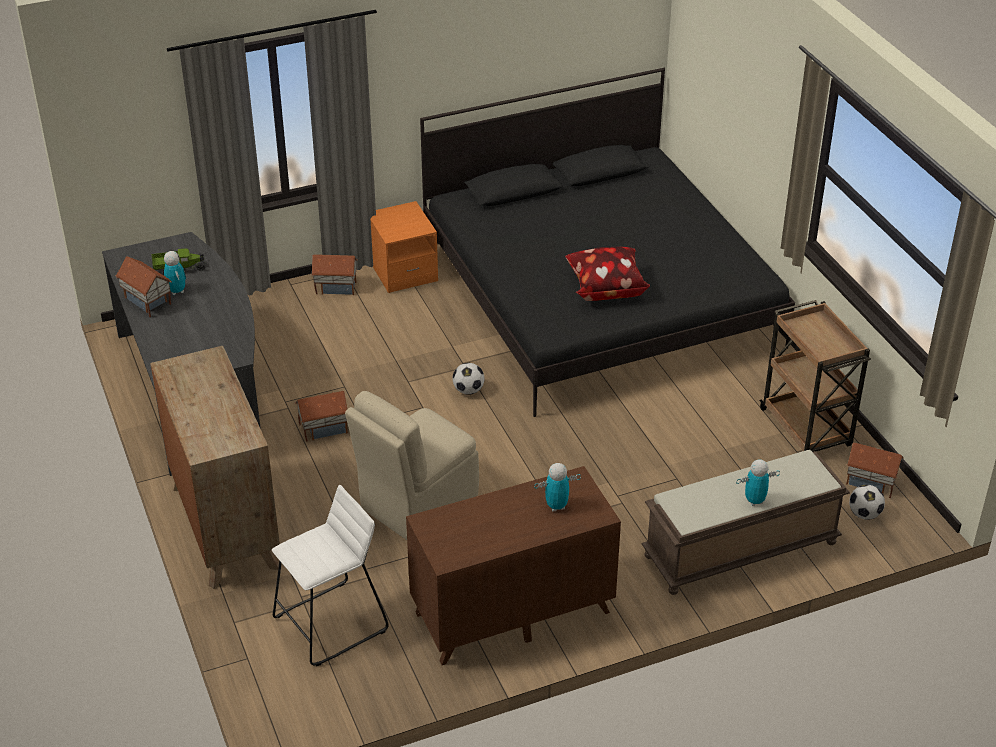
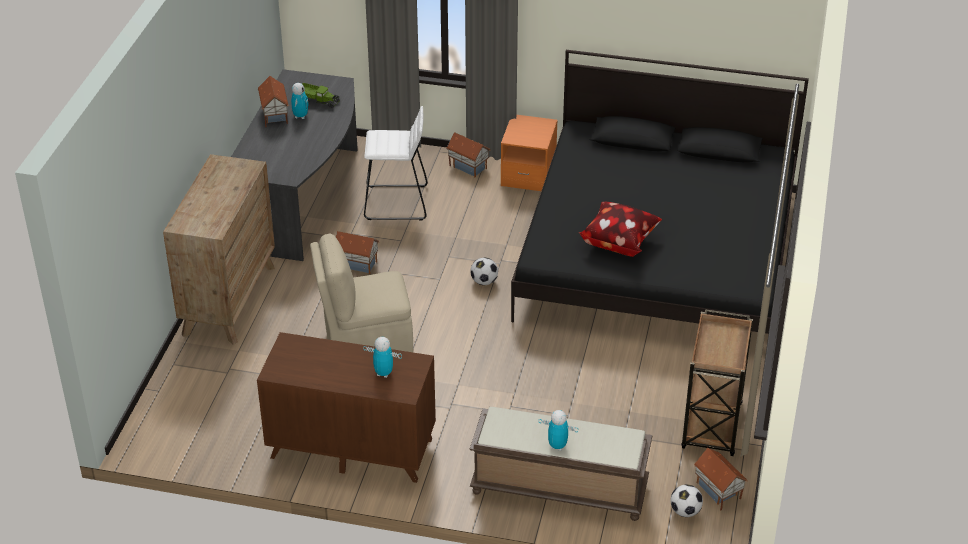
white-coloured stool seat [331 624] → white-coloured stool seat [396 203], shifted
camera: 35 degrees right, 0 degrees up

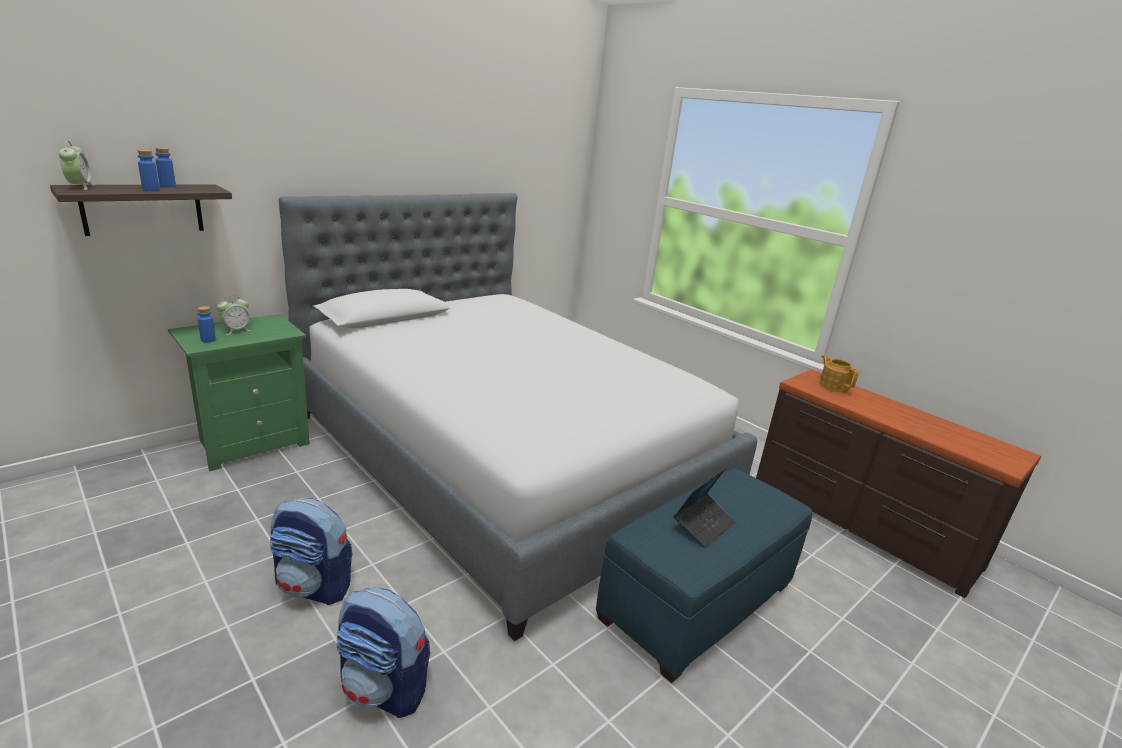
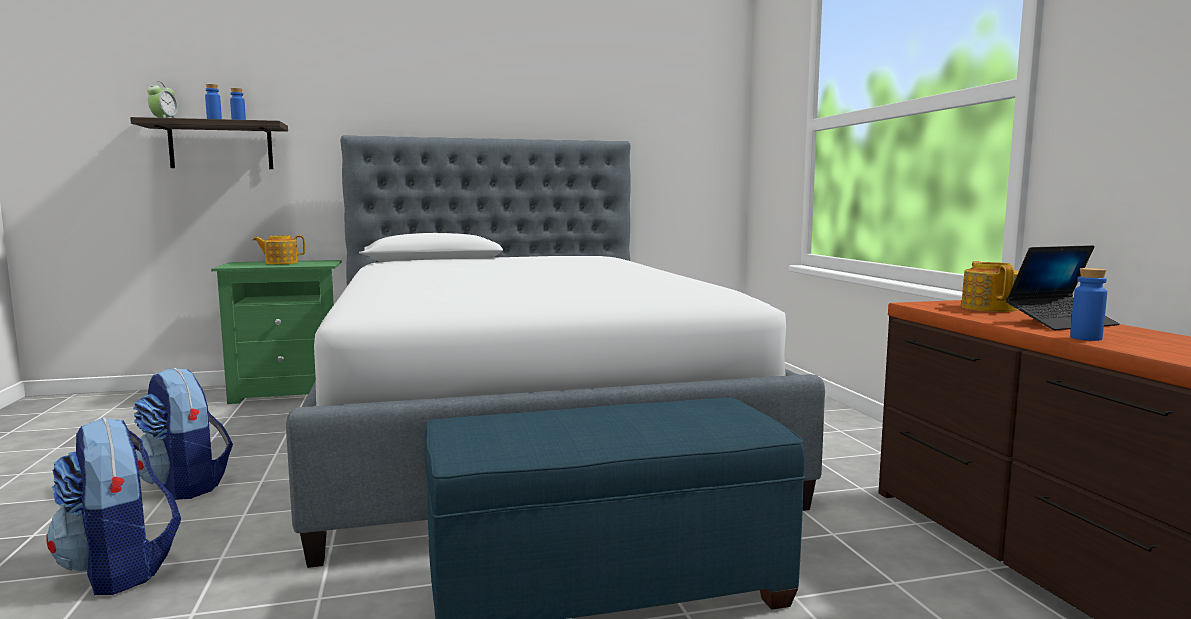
blue-coloured beverage bottle [208 340] → blue-coloured beverage bottle [1085 338], shifted
alarm clock [236 330] → pot for tea [280 263]
laptop [703 525] → laptop [1061 323], shifted
camera: 30 degrees right, 15 degrees down

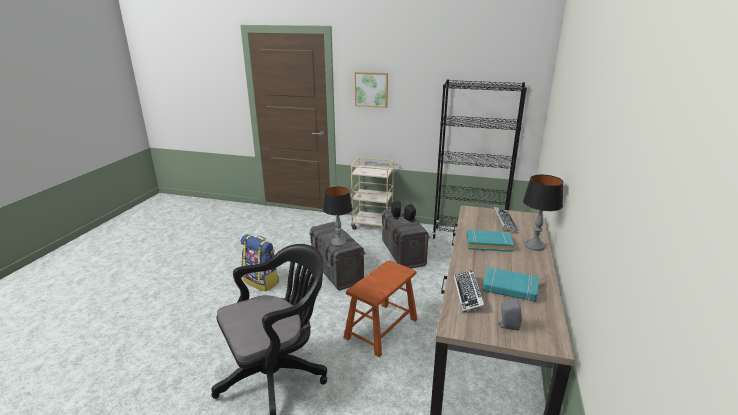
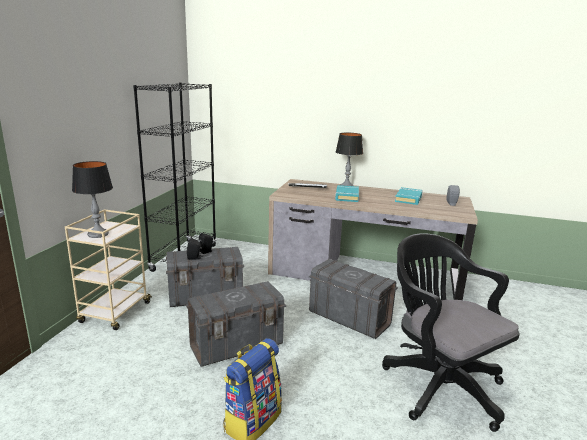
tabletop lamp [338 242] → tabletop lamp [98 234], shifted
brown stool seat [381 328] → greyish storage container [349 318]
wall picture [371 89] → -
PC keyboard [468 294] → -
camera: 90 degrees left, 5 degrees down

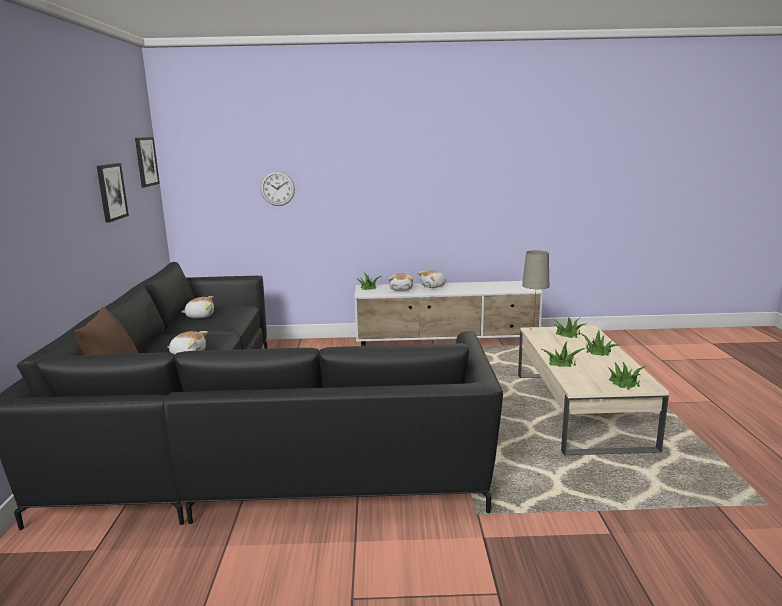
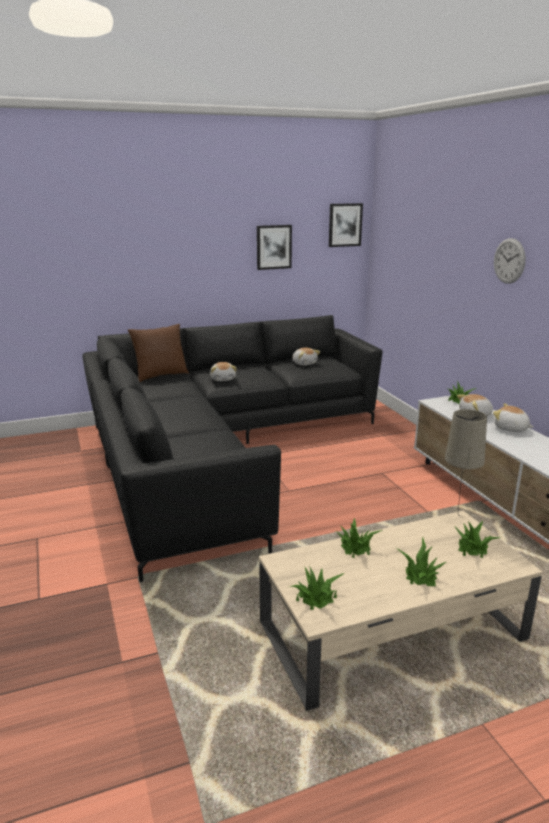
clock on the wall [277 188] → clock on the wall [509 261], shifted
camera: 70 degrees right, 5 degrees up

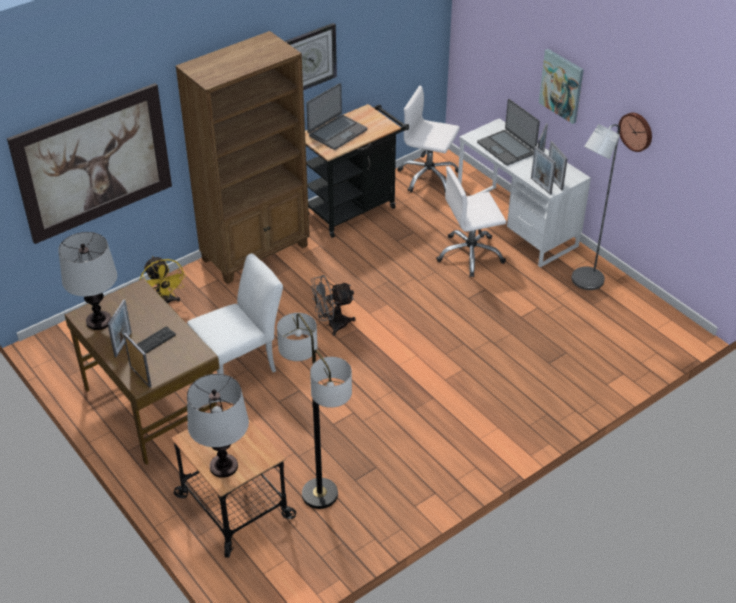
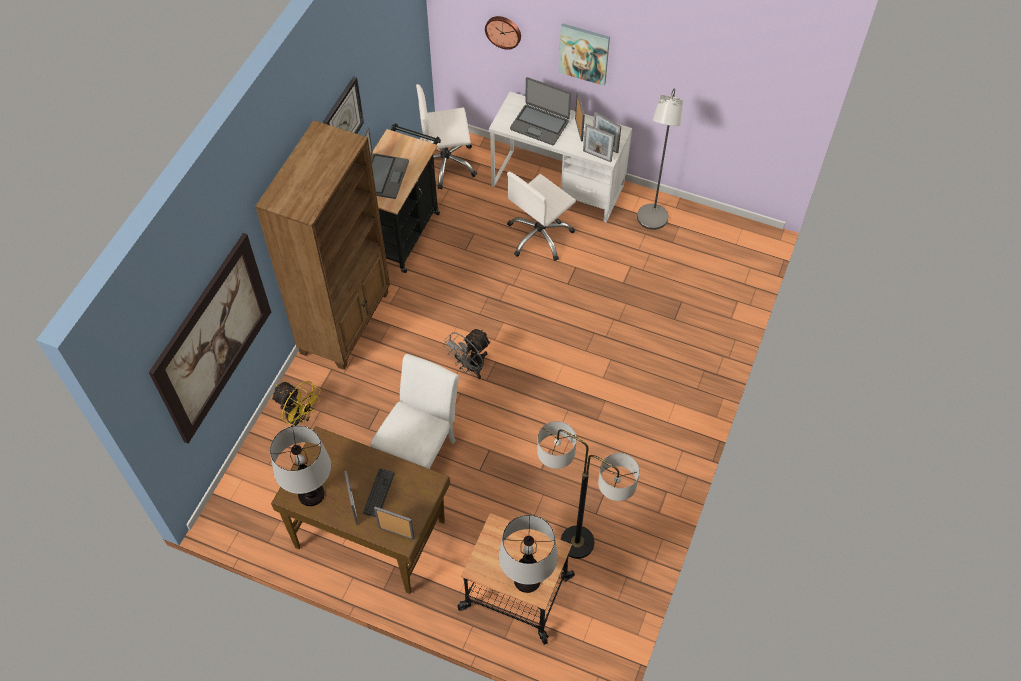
clock on the wall [636 131] → clock on the wall [503 31], shifted
camera: 30 degrees left, 15 degrees up

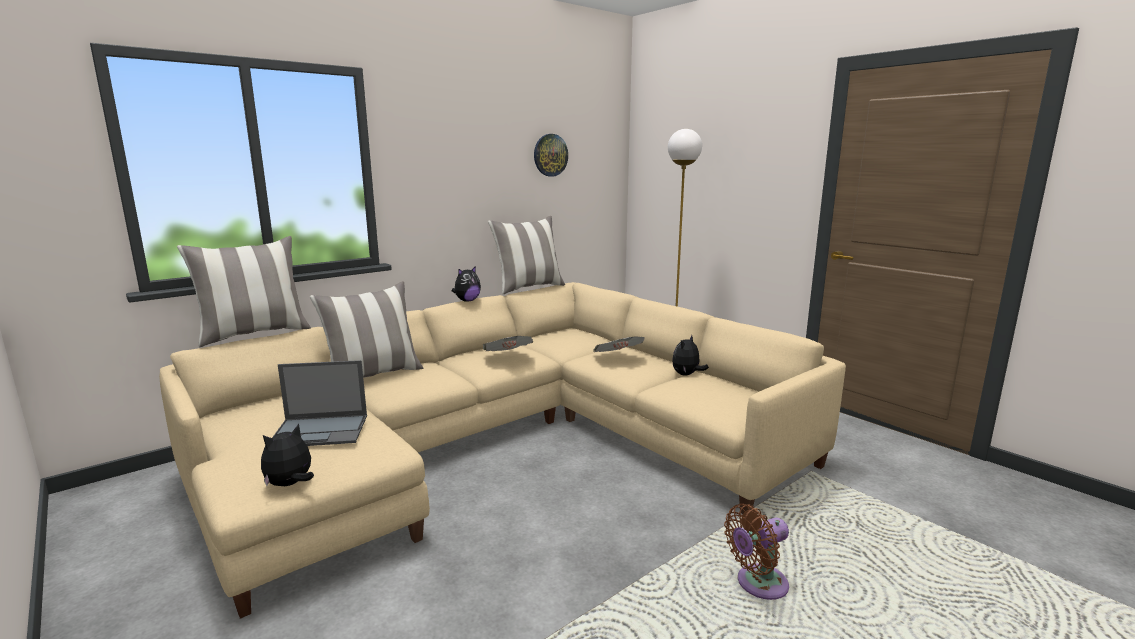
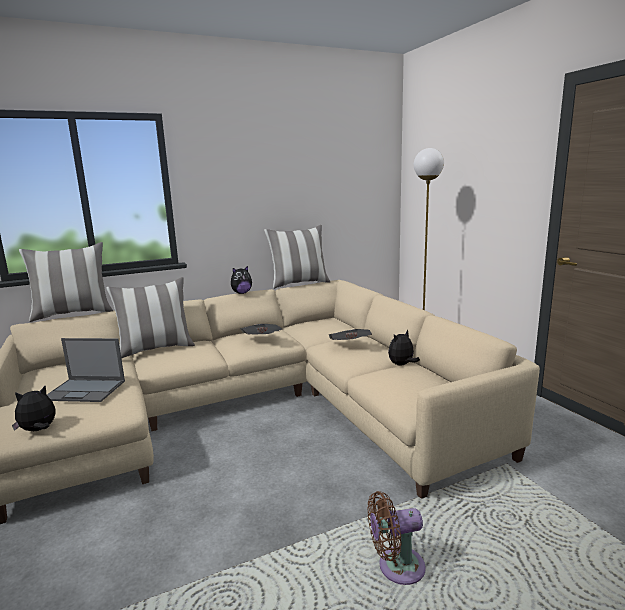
clock on the wall [550 155] → -
camera: 15 degrees right, 0 degrees up

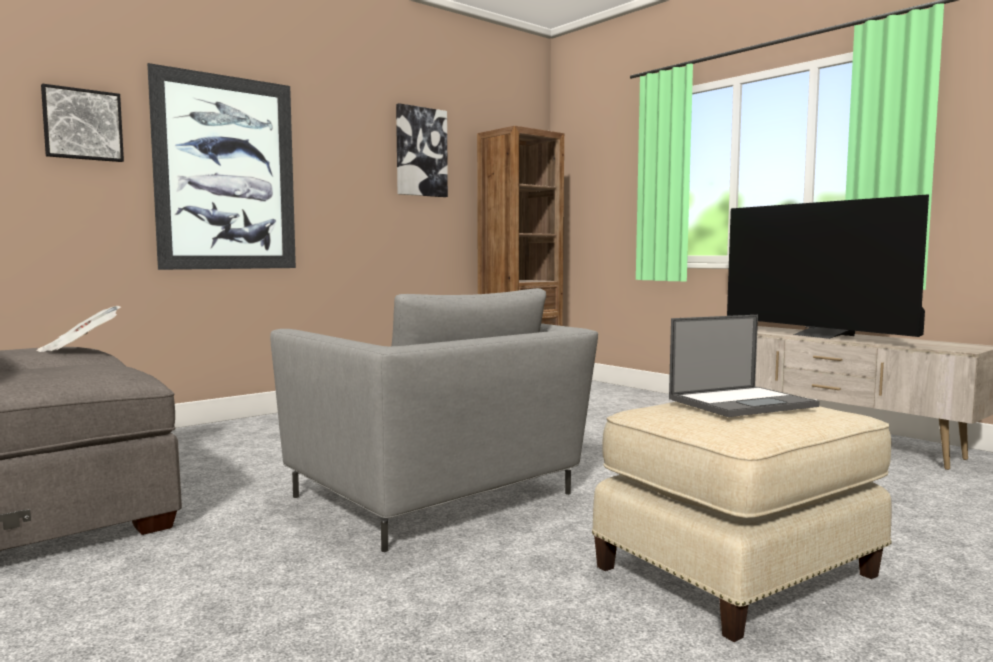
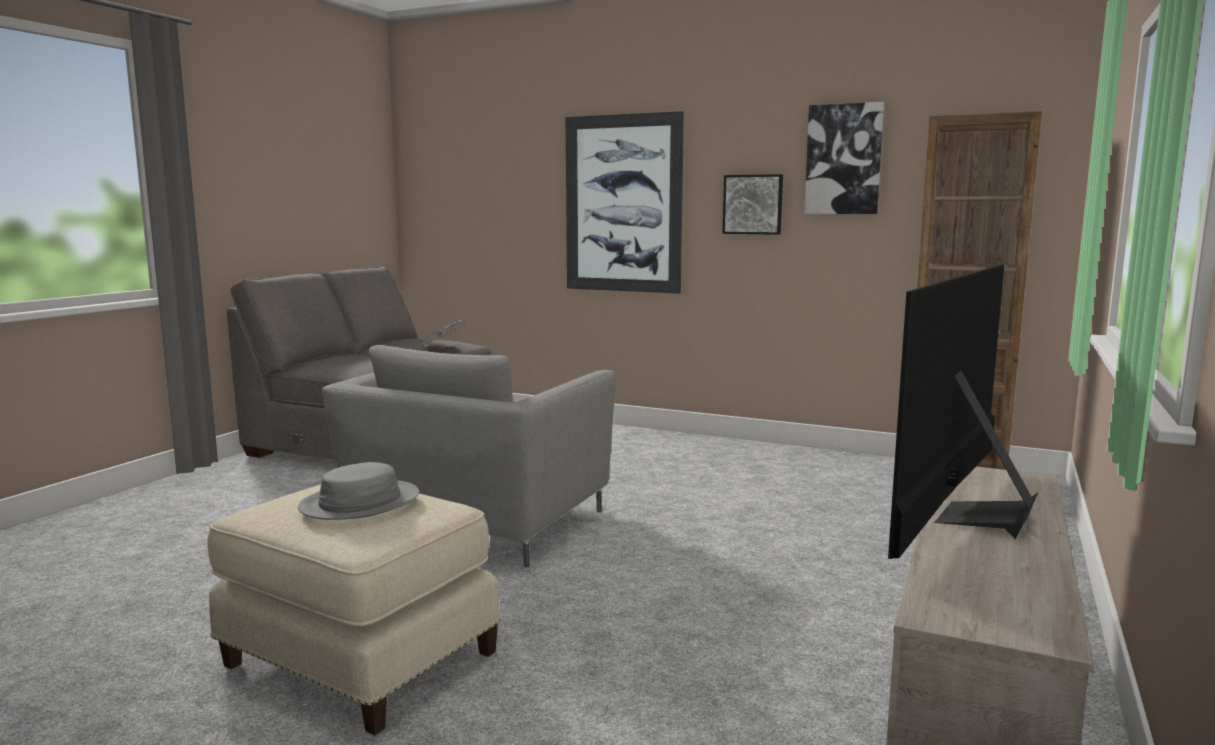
wall picture [82 124] → wall picture [753 204], shifted
laptop [742 402] → greyish clothing hat [360 502]
camera: 65 degrees right, 5 degrees up

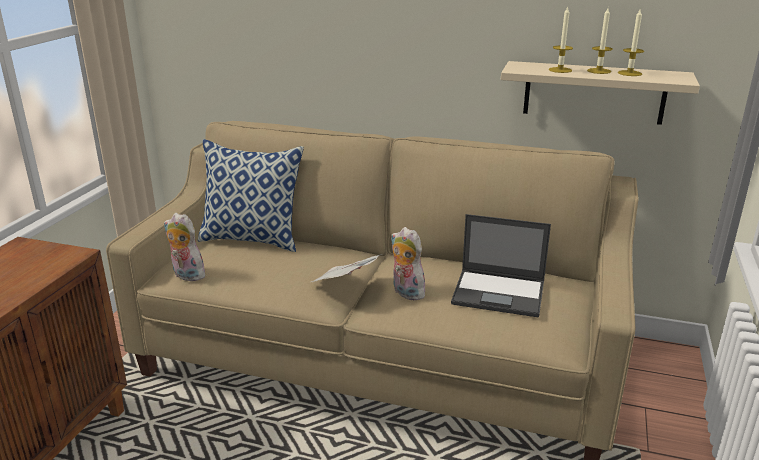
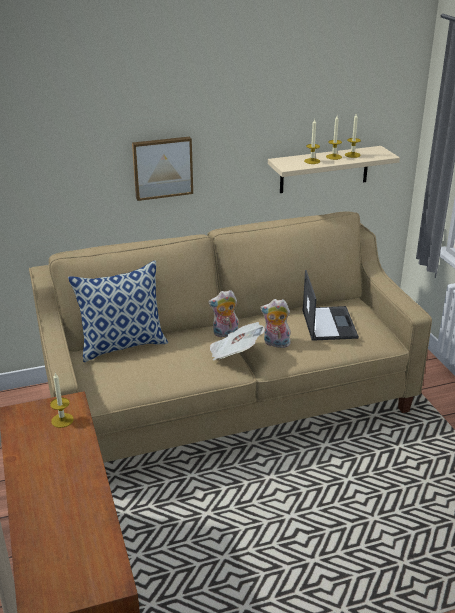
plush toy [186 275] → plush toy [225 334], shifted
laptop [500 293] → laptop [328 323], 75 degrees counterclockwise
- → candle [62 420]
- → wall picture [162 167]
camera: 35 degrees left, 5 degrees up

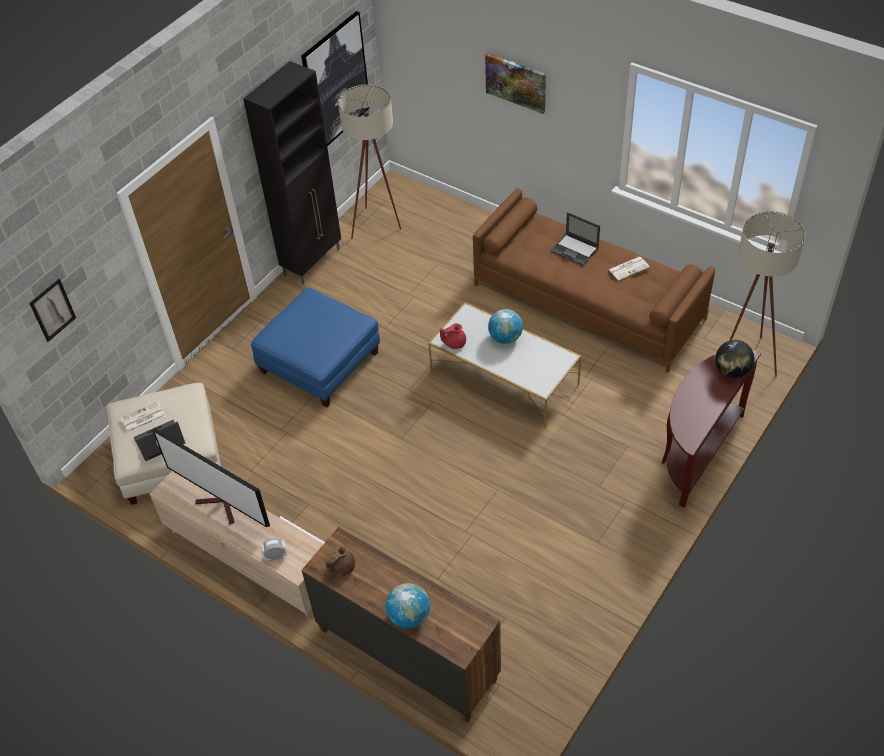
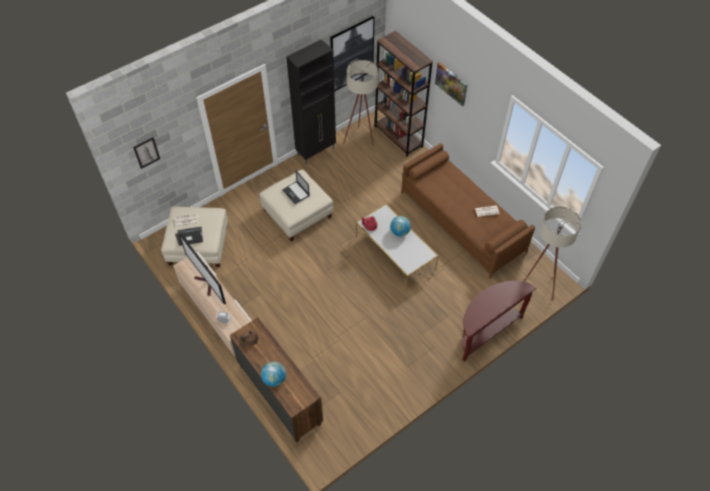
blue-coloured pouffe [319 362] → beige-coloured pouffe [297 213]
laptop [575 250] → laptop [296 193], shifted
world globe [732 371] → -
- → brown bookshelf [398 137]
camera: 15 degrees right, 5 degrees up

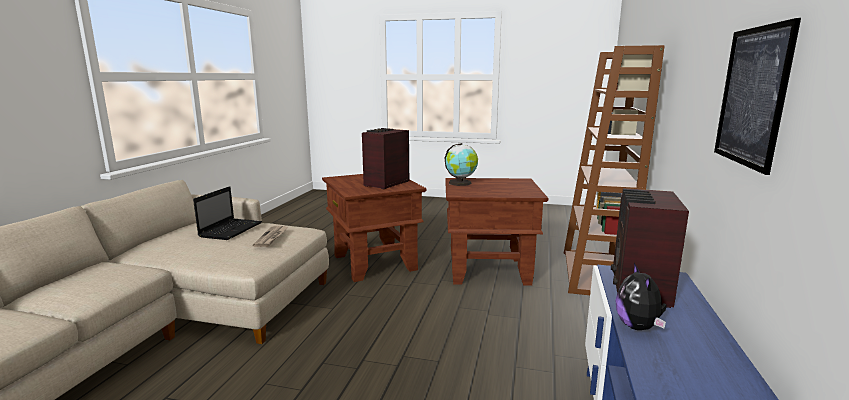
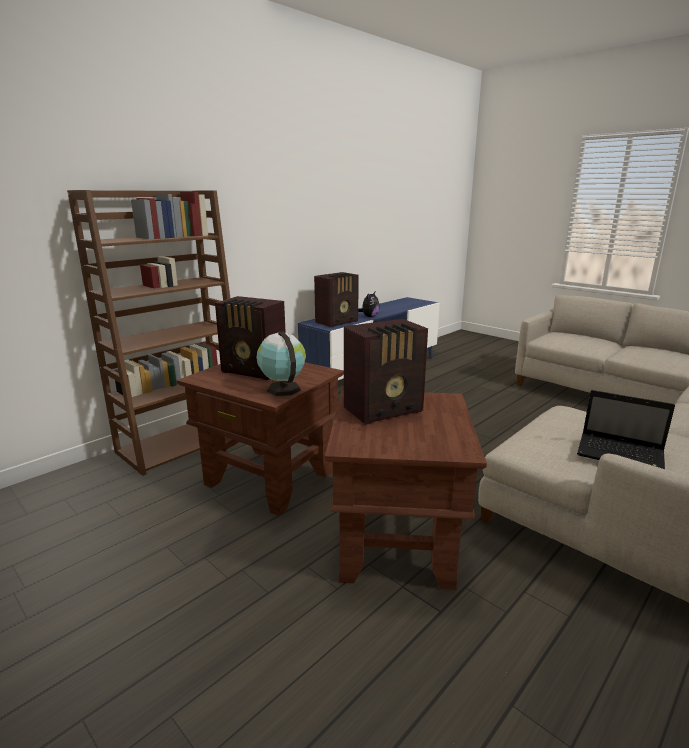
laptop [231 229] → laptop [622 455], 105 degrees counterclockwise
newspaper [271 237] → -
wall picture [752 96] → -
- → radio set [254 371]
camera: 150 degrees left, 5 degrees up

